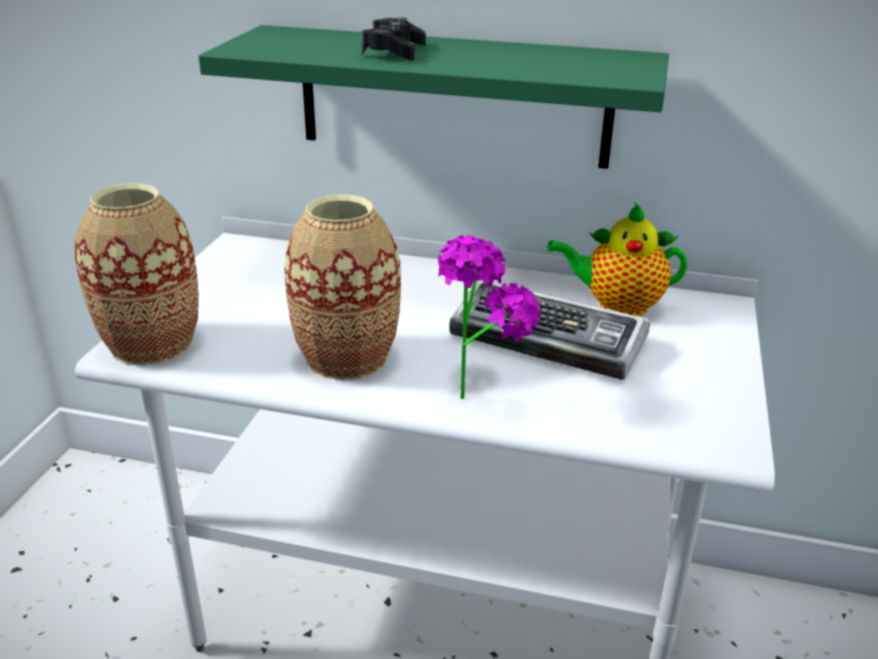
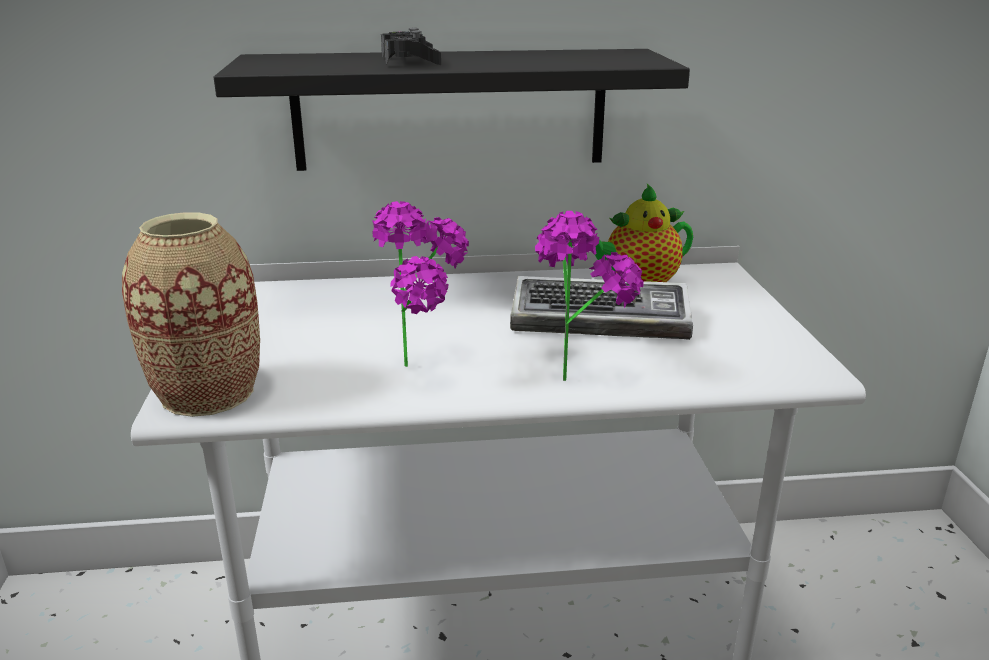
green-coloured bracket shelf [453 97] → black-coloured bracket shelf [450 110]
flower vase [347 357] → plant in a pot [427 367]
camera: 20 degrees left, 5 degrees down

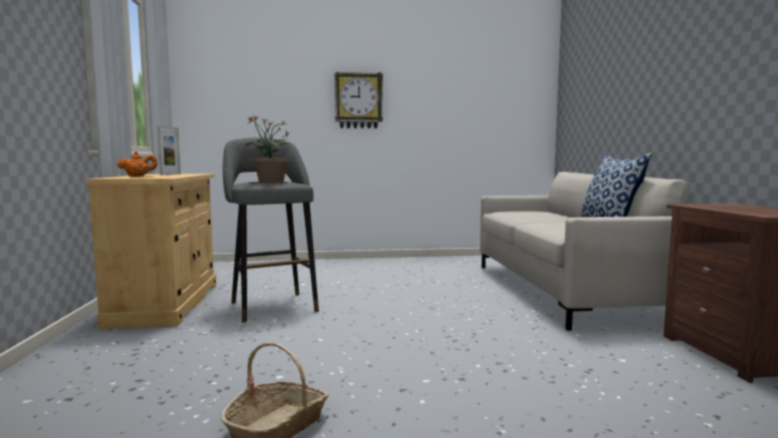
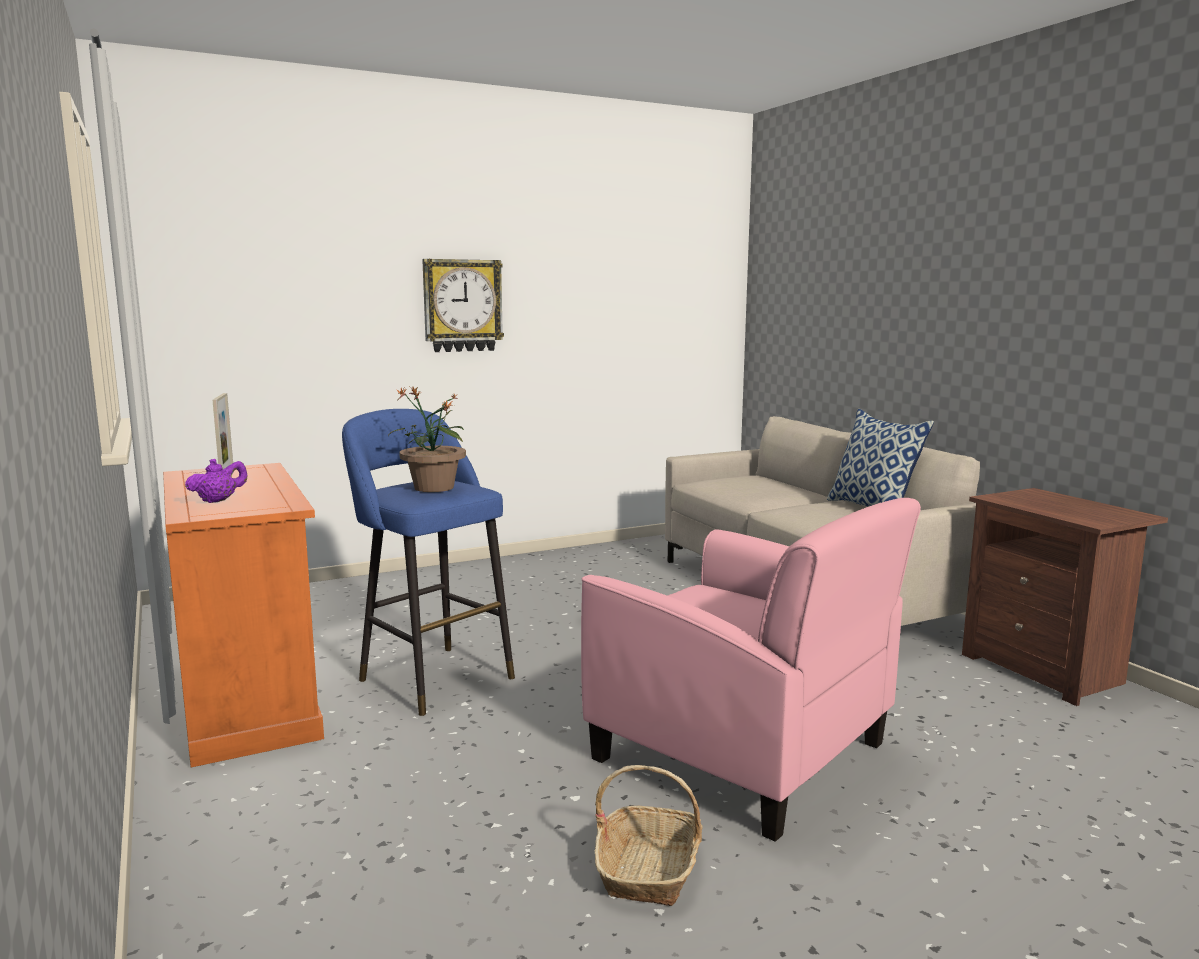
beige-coloured cupboard [166 304] → orange cupboard [248 699]
orange pot for tea [138 176] → purplish pot for tea [218 501]
greyish stool seat [272 305] → blue-coloured stool seat [431 676]
- → pink easy chair [743 753]
camera: 20 degrees left, 5 degrees up

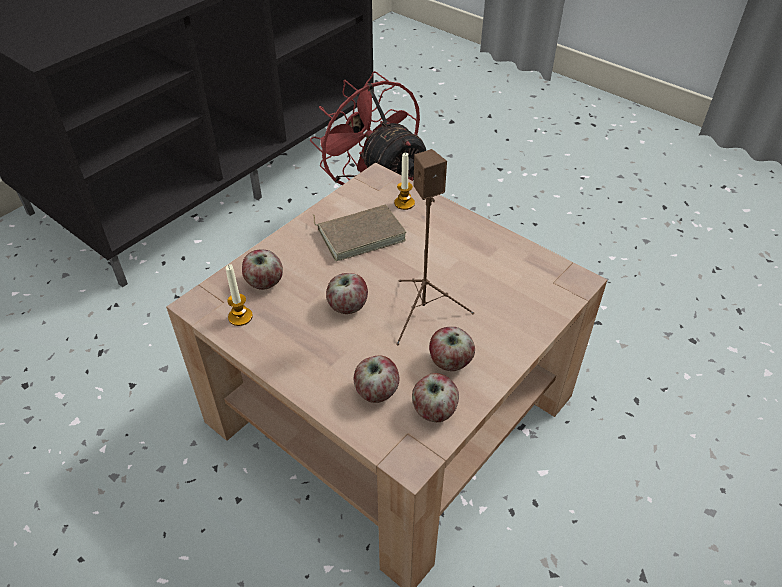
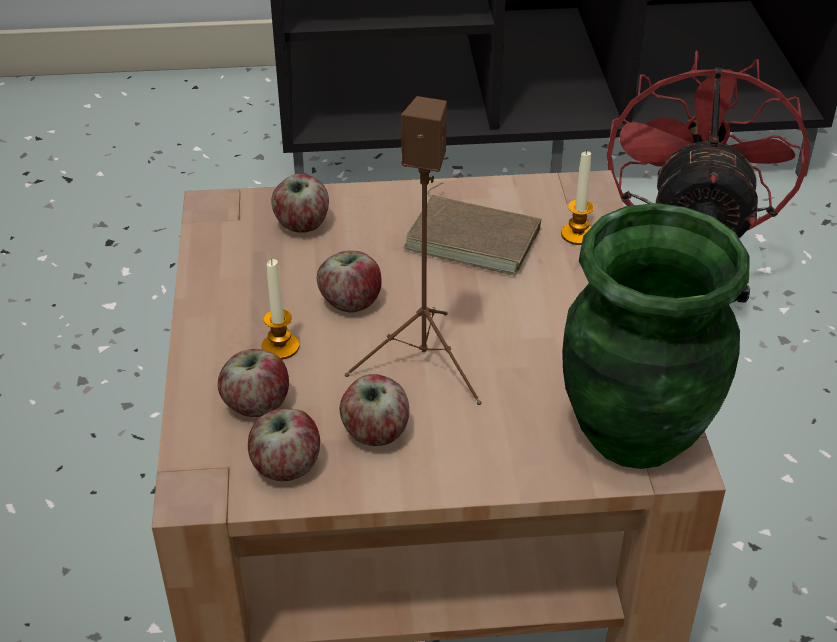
candle [240 317] → candle [280 347], shifted
- → green-coloured flower vase [632 434]
camera: 45 degrees right, 5 degrees down

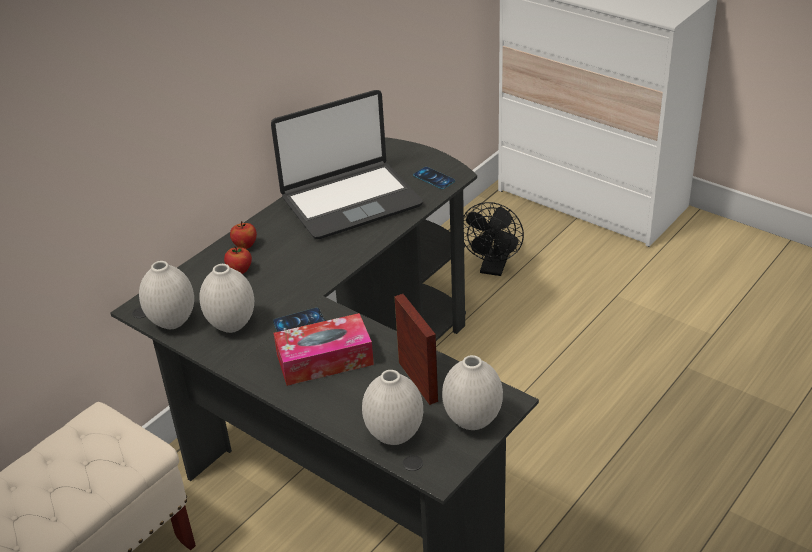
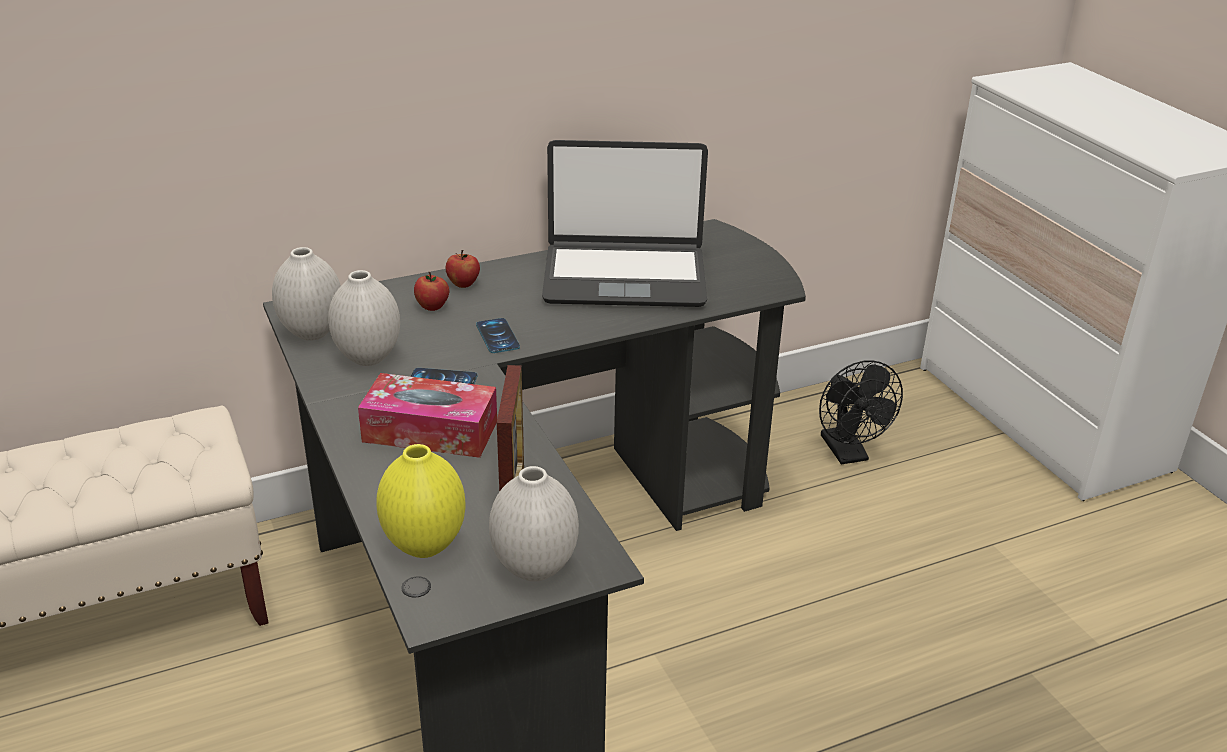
white-coloured flower vase [395 435] → yellowish flower vase [426 546]
handset [434 178] → handset [497 336], shifted
black-coloured fan [493 268] → black-coloured fan [848 454], 60 degrees counterclockwise
camera: 25 degrees right, 5 degrees down

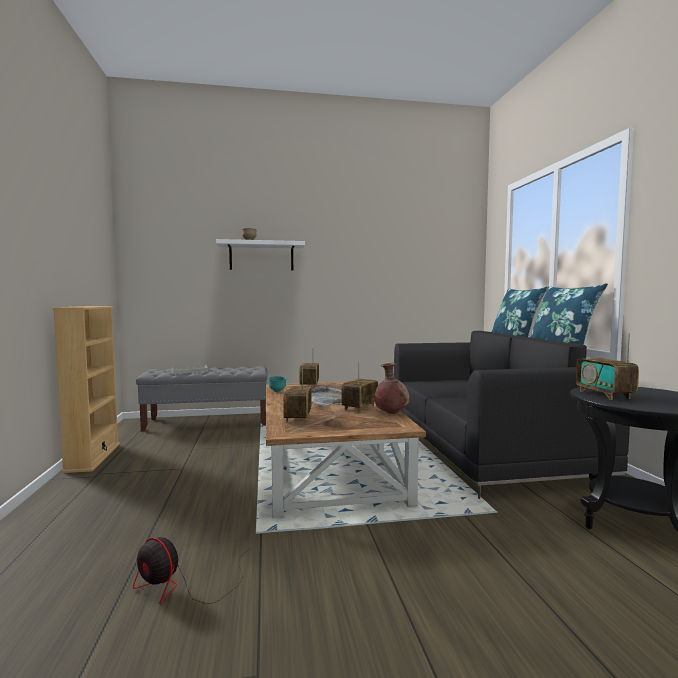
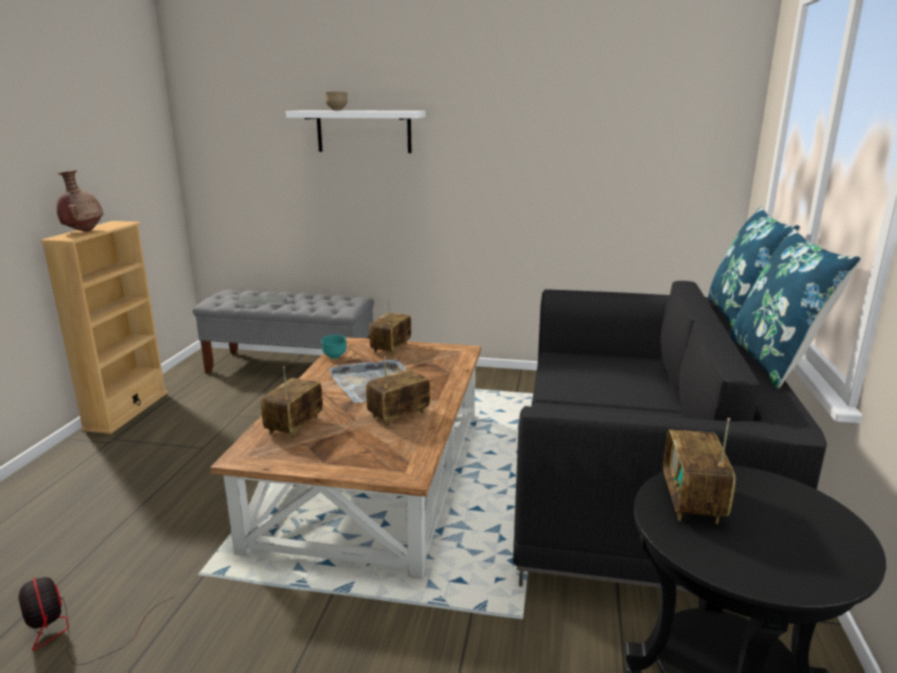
brown flower vase [391 414] → brown flower vase [84 231], shifted
camera: 20 degrees right, 15 degrees up

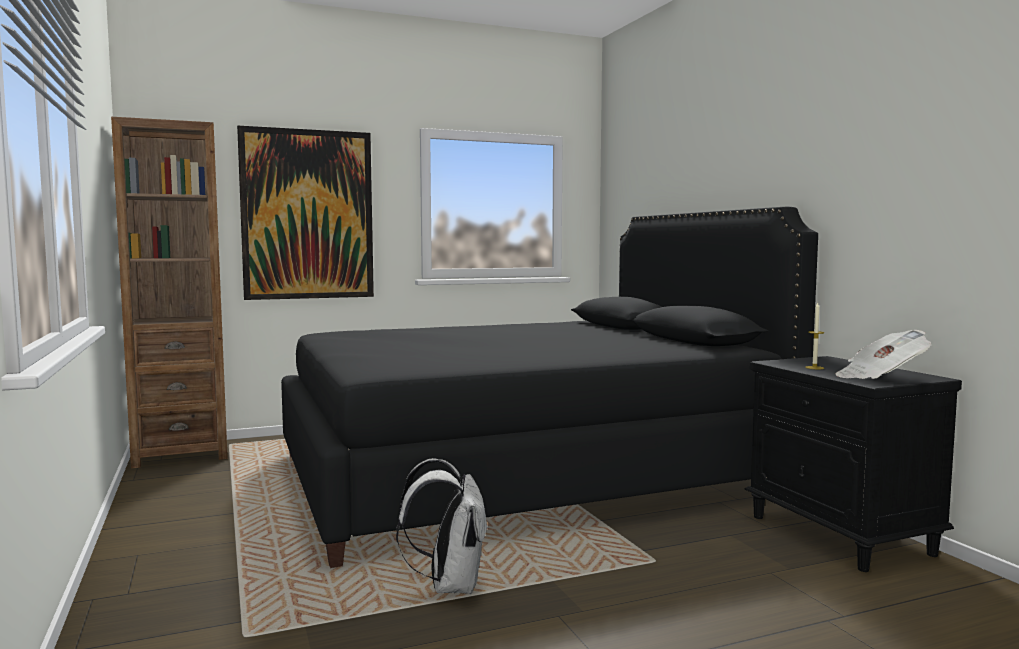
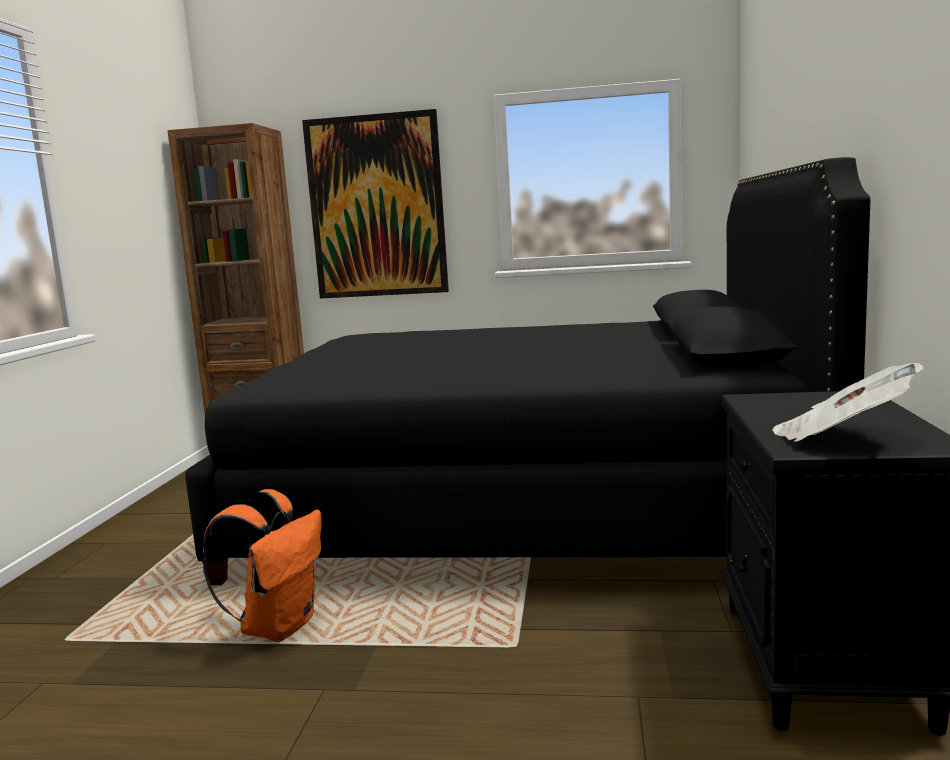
white-coloured knapsack [449 585] → orange knapsack [278 626]
candle [814 367] → -
camera: 30 degrees right, 5 degrees up

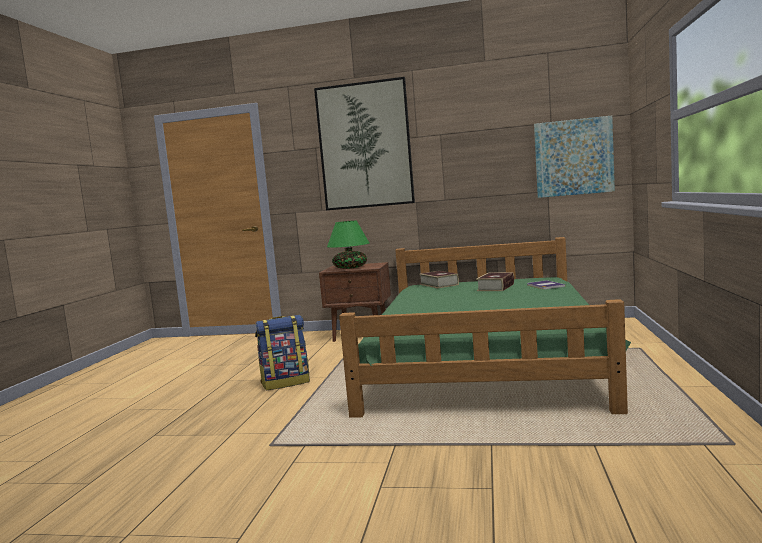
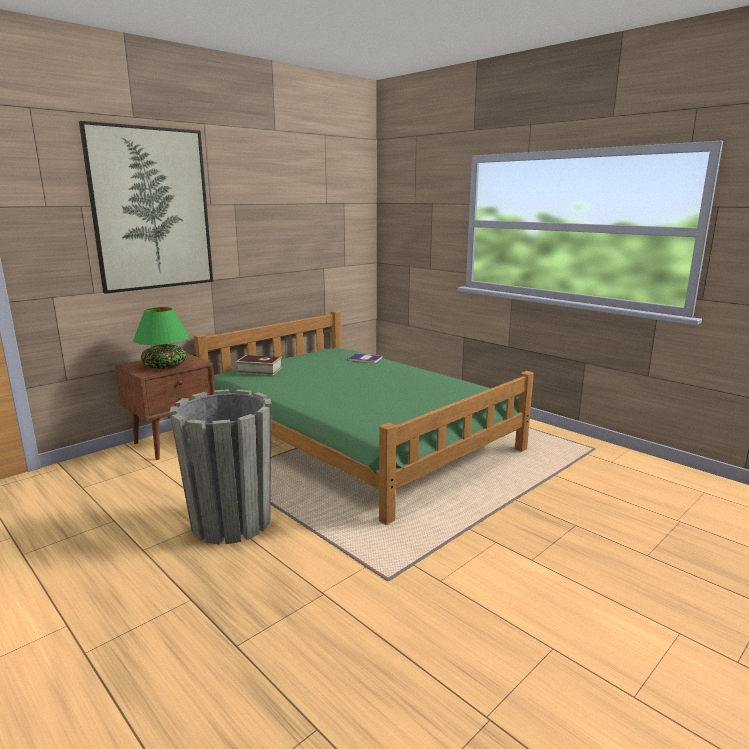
knapsack [286 382] → greyish flower pot [231 522]
bound book [496 287] → -
wall picture [573 157] → -
camera: 55 degrees left, 10 degrees up

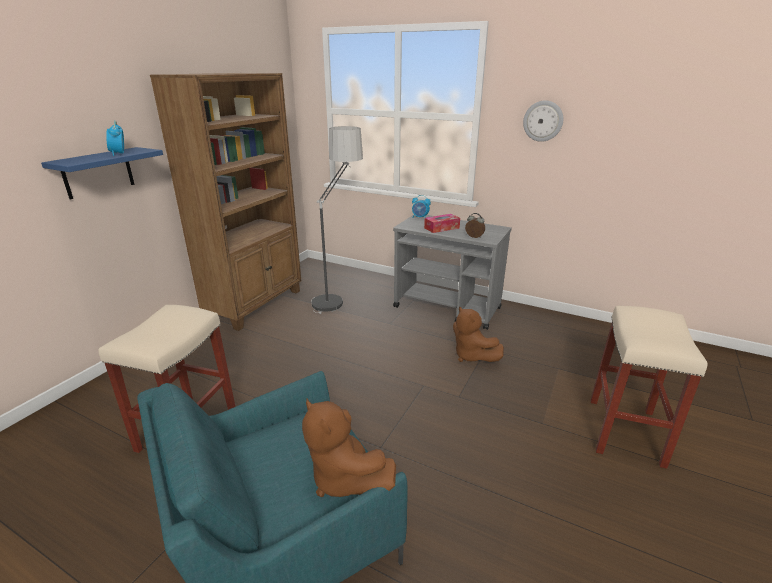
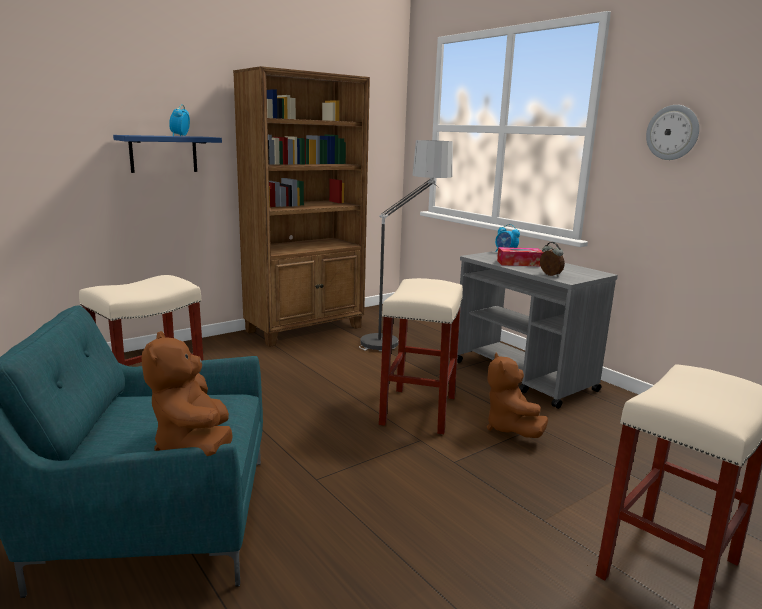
- → beige-coloured stool seat [418 409]
camera: 25 degrees right, 10 degrees down

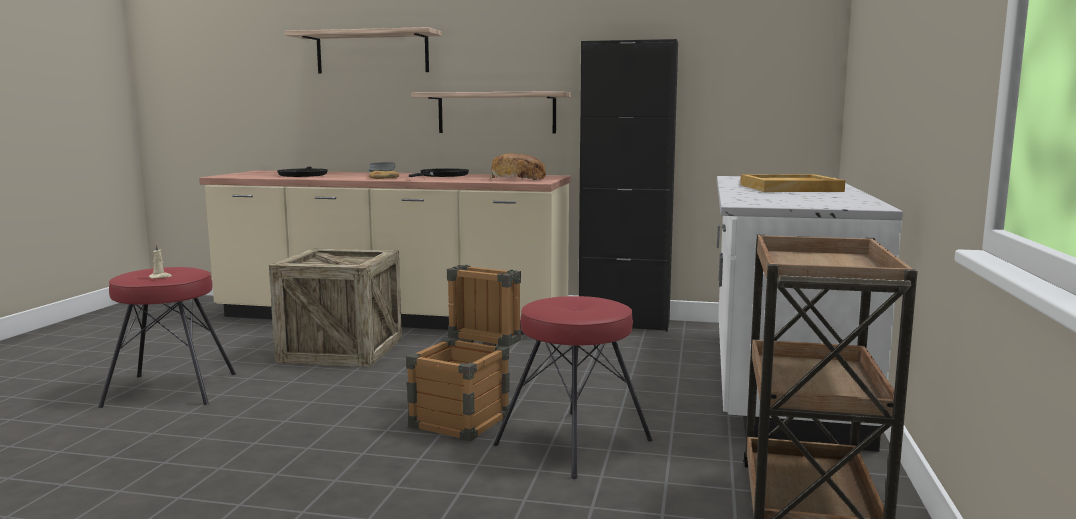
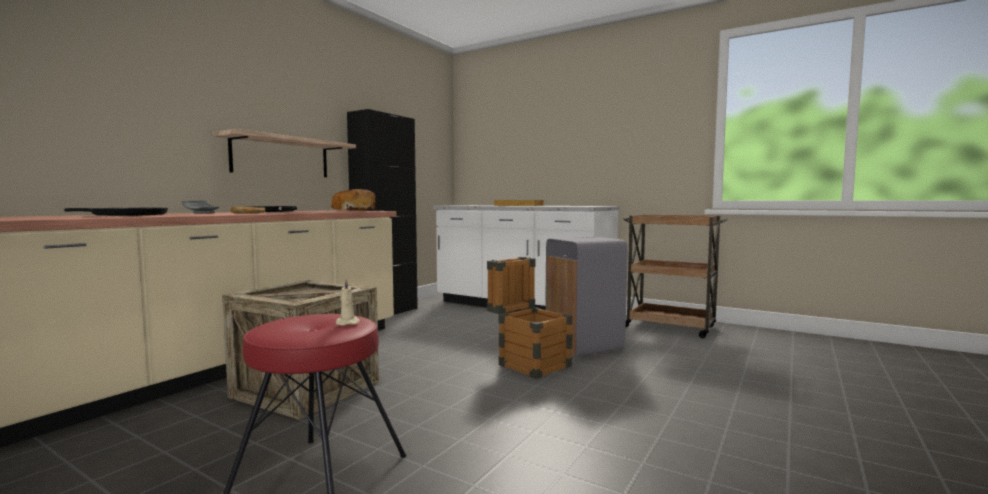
bracket shelf [372 53] → -
reddish stool seat [575 443] → greyish trash can [584 347]
camera: 70 degrees left, 5 degrees down

